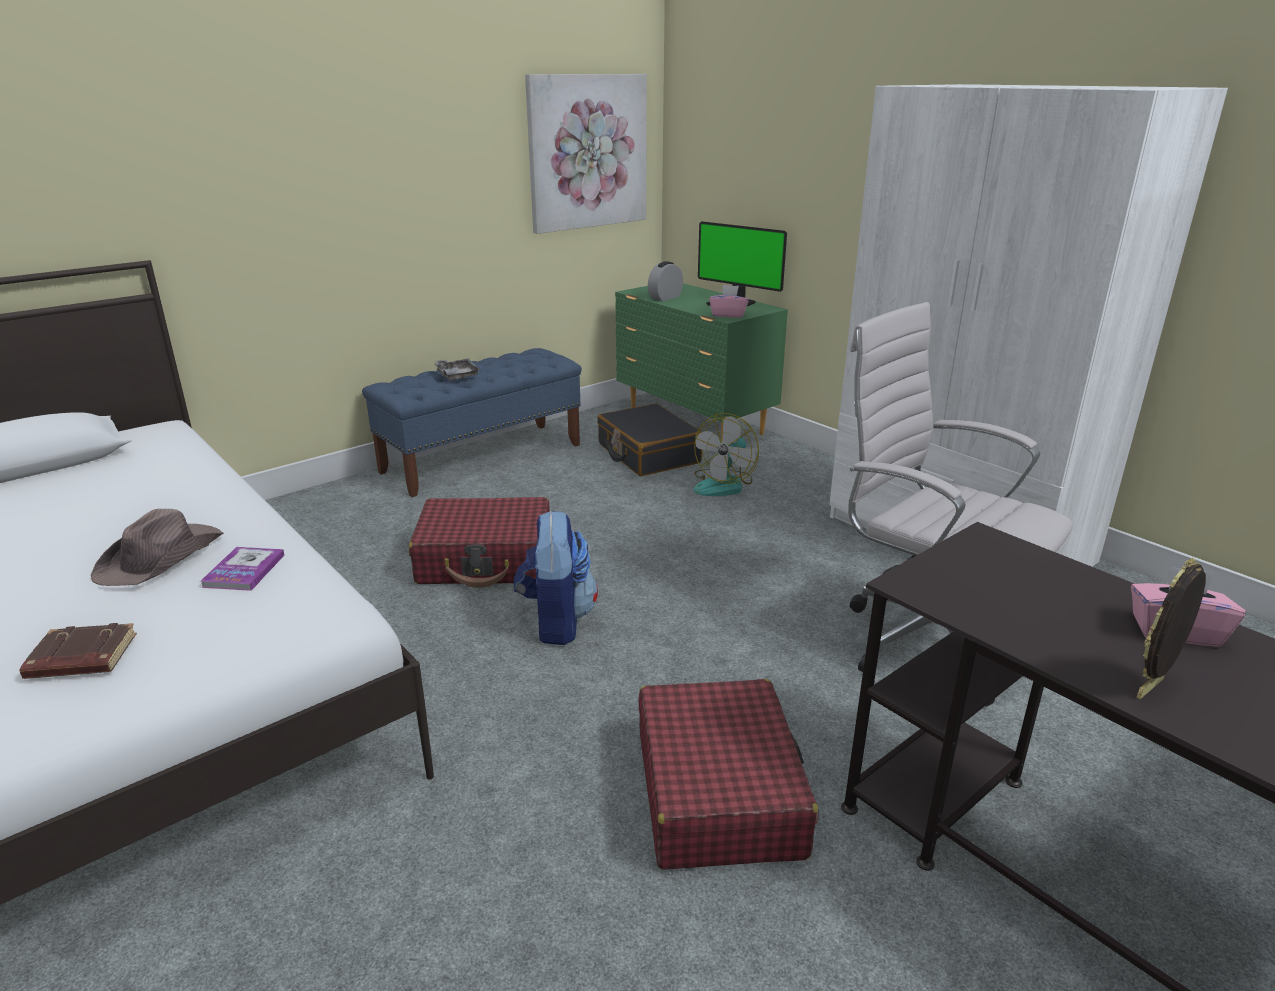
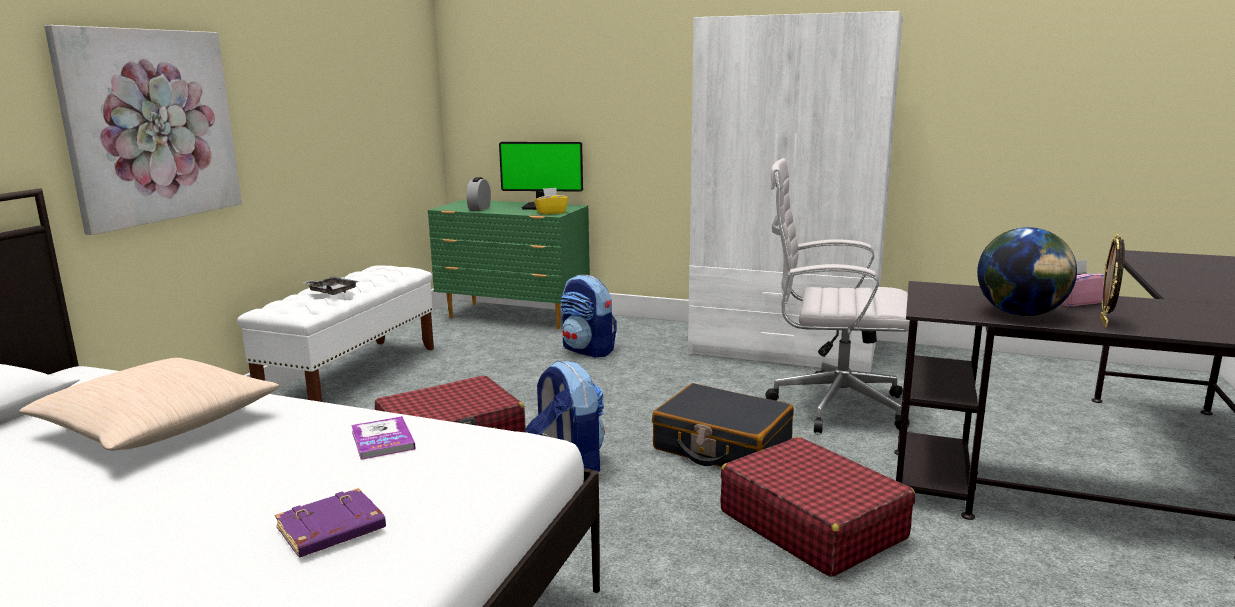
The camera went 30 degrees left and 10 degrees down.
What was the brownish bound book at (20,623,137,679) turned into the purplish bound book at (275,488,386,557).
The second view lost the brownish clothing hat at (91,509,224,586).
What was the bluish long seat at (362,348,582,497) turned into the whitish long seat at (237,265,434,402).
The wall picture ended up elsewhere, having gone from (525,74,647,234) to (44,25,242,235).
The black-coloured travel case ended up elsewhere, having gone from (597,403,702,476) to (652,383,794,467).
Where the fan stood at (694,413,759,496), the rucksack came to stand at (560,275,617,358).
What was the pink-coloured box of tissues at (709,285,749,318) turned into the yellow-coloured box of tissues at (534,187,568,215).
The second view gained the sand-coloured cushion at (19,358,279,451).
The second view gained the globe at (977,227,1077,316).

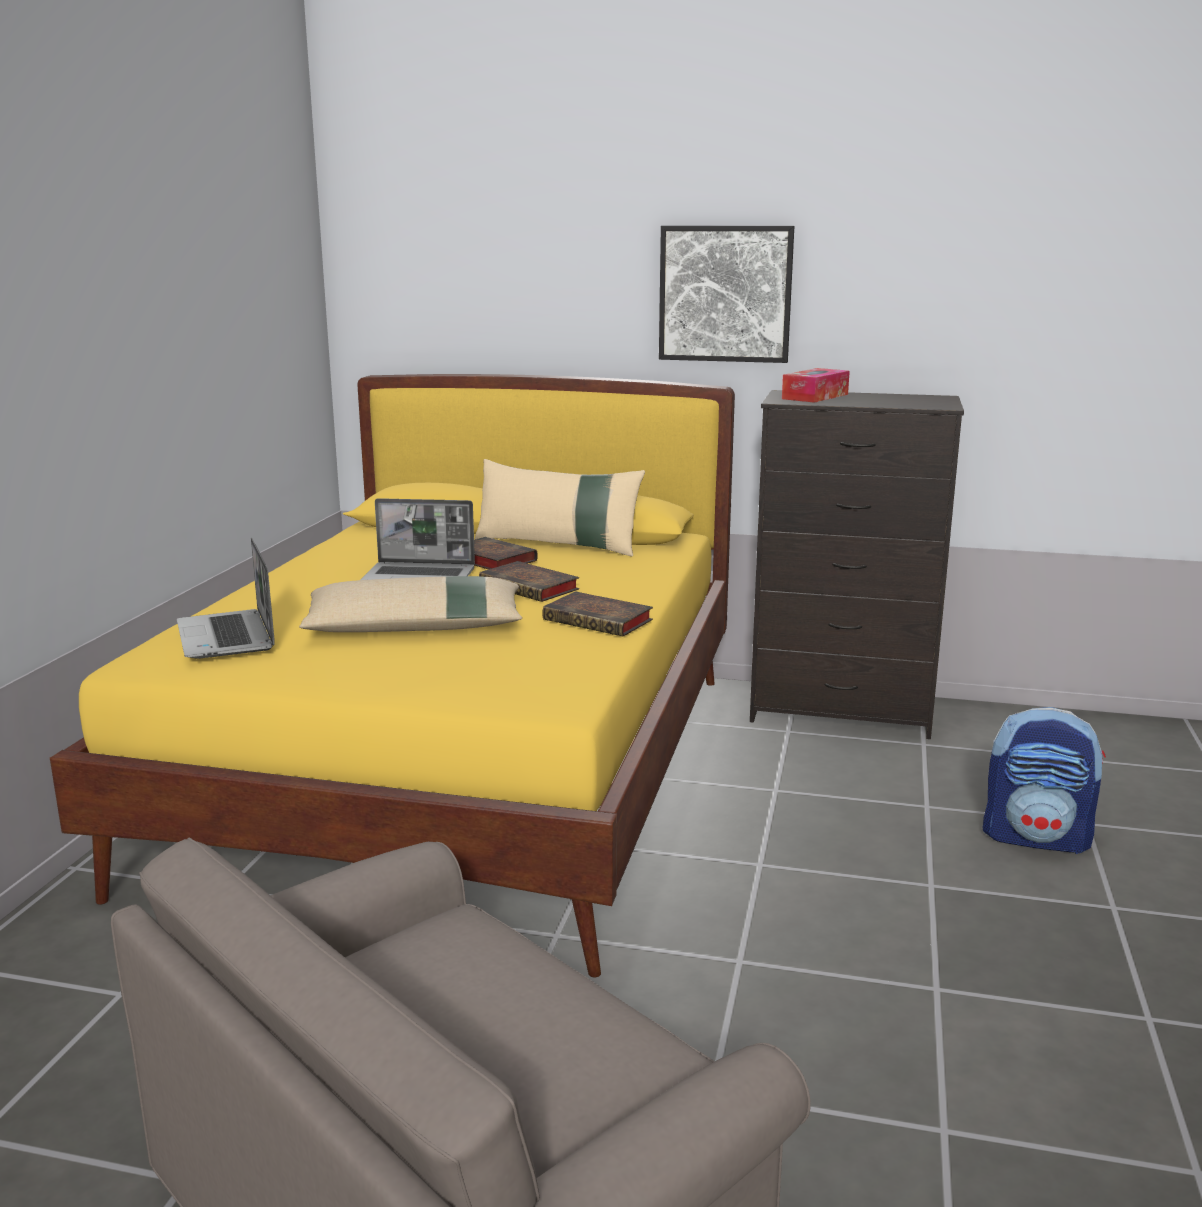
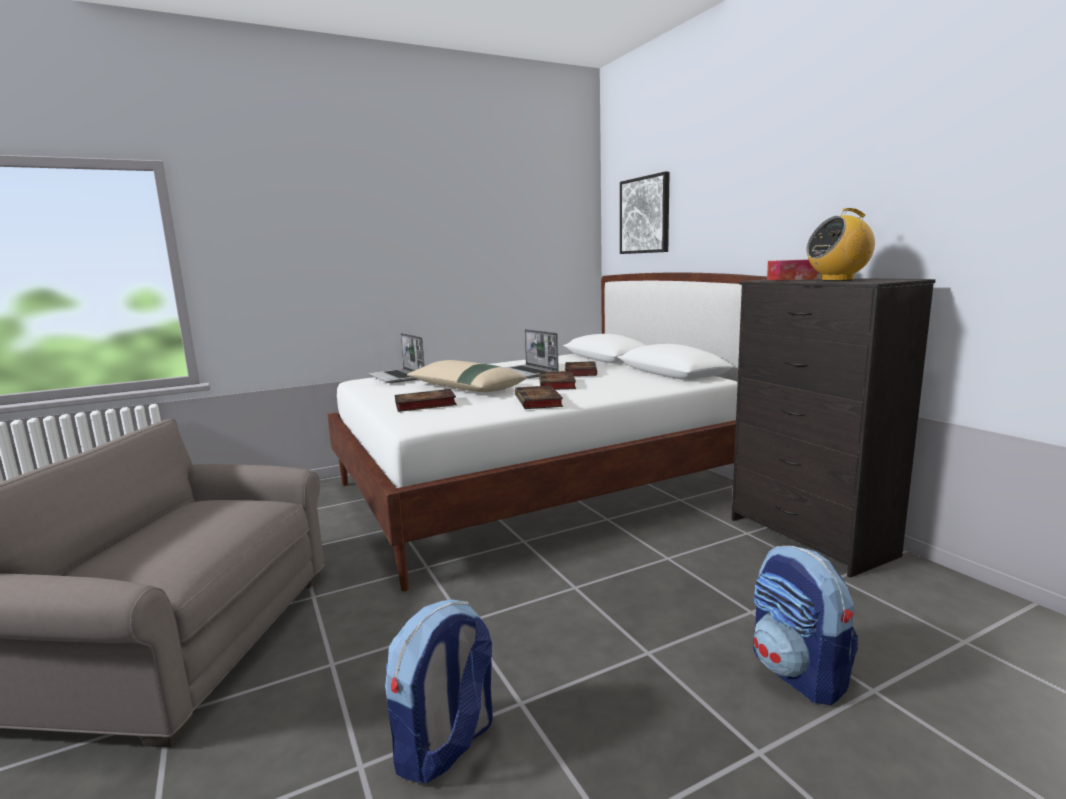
The camera went 50 degrees right and 5 degrees down.
What was the yellow-coloured bed at (50,374,735,978) turned into the whitish bed at (327,272,767,591).
The notebook computer at (177,538,275,659) ended up facing another way, 60 degrees counterclockwise from before.
The second view lost the sand-coloured cushion at (475,459,645,556).
The wall picture ended up elsewhere, having gone from (659,226,794,363) to (620,172,670,254).
The second view gained the rucksack at (385,599,493,784).
The second view gained the bound book at (395,389,457,412).
The second view gained the radio at (806,208,875,281).

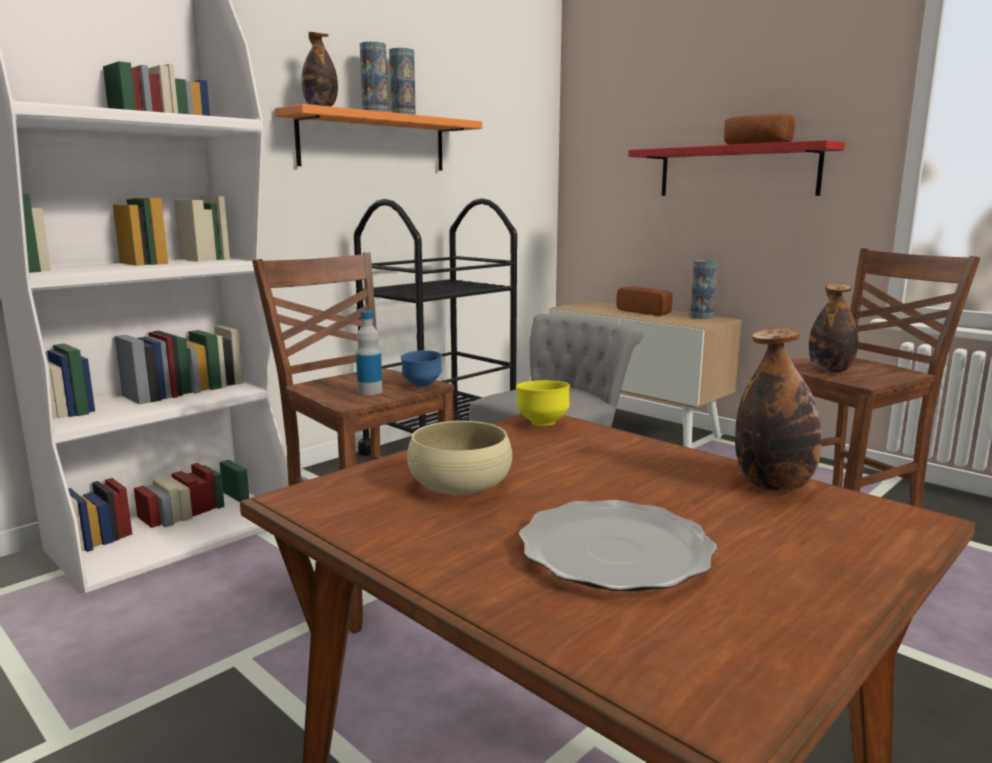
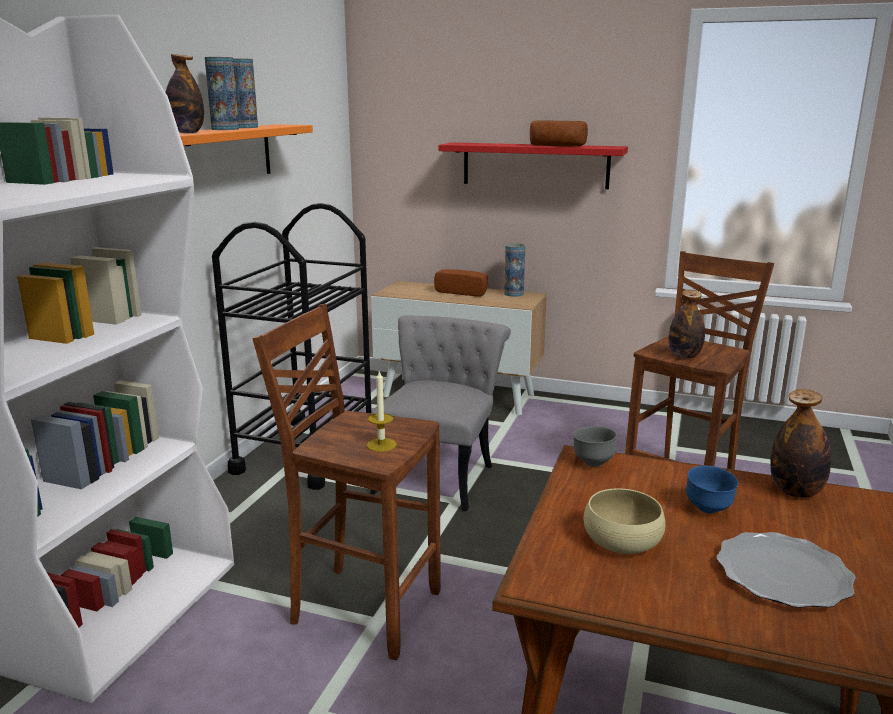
The camera went 25 degrees left and 5 degrees up.
Where the beverage bottle stood at (356,311,383,395), the wax candle came to stand at (367,371,397,452).
The bluish deep dish ended up elsewhere, having gone from (401,350,442,387) to (686,465,738,513).
What was the yellow-coloured deep dish at (516,380,570,426) turned into the gray deep dish at (573,426,617,467).

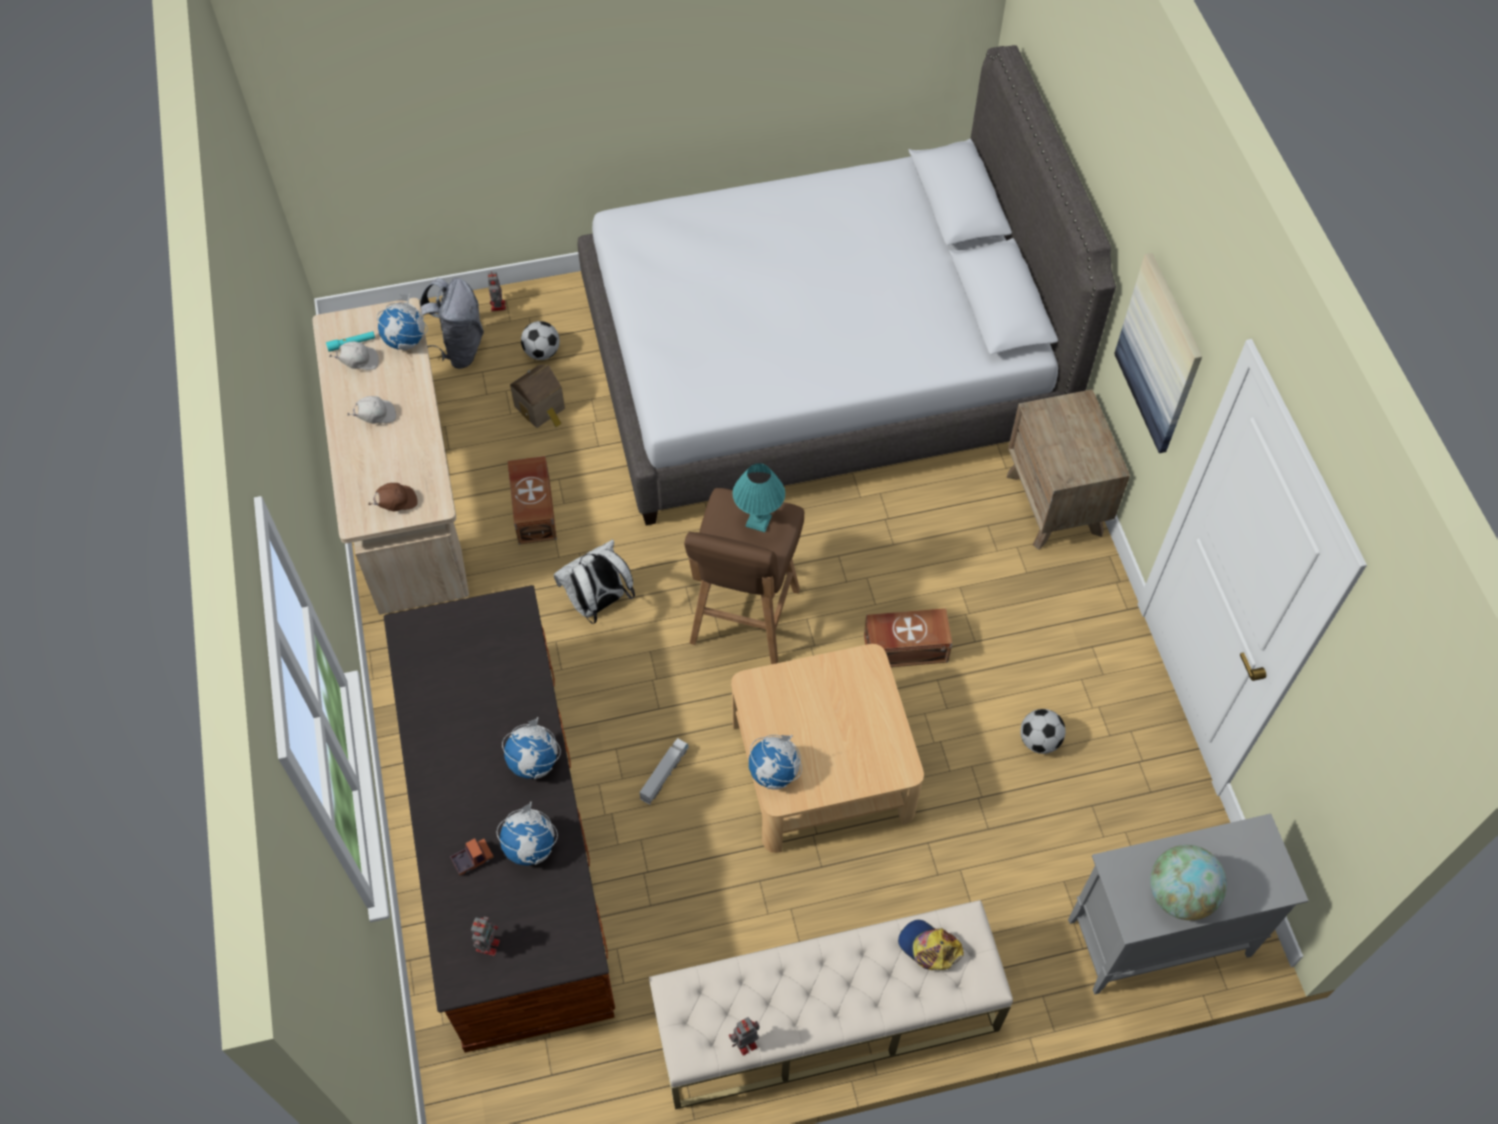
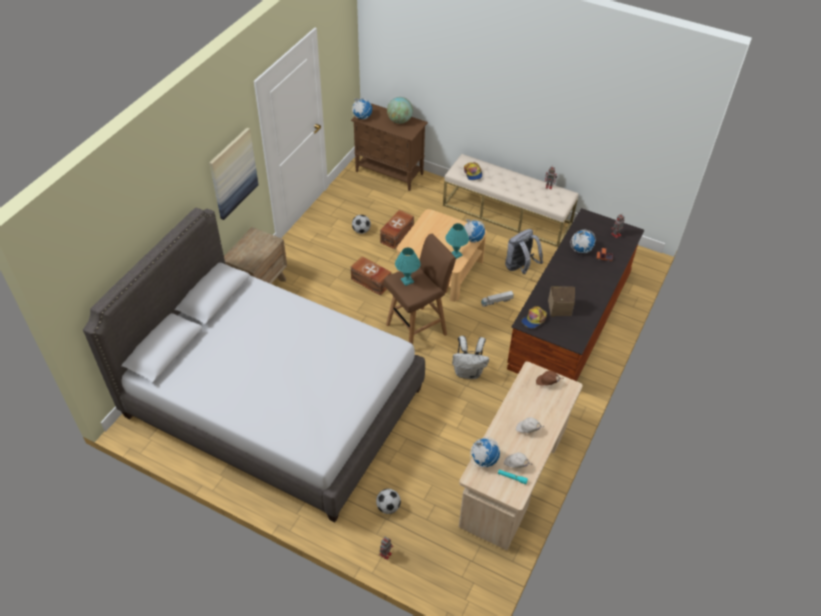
The camera went 140 degrees left and 10 degrees down.
The gray rucksack ended up elsewhere, having gone from (420,278,484,369) to (505,229,543,274).
The globe ended up elsewhere, having gone from (502,717,561,779) to (352,98,372,120).
The brownish storage container ended up elsewhere, having gone from (508,456,557,545) to (380,210,414,249).
The model house ended up elsewhere, having gone from (510,364,565,428) to (548,286,575,316).
What was the gray storage cabinet at (1068,814,1309,994) turned into the brownish storage cabinet at (351,103,428,191).
The second view gained the blue-green lamp for a table at (445,223,469,259).
The second view gained the baseball cap at (521,306,547,329).

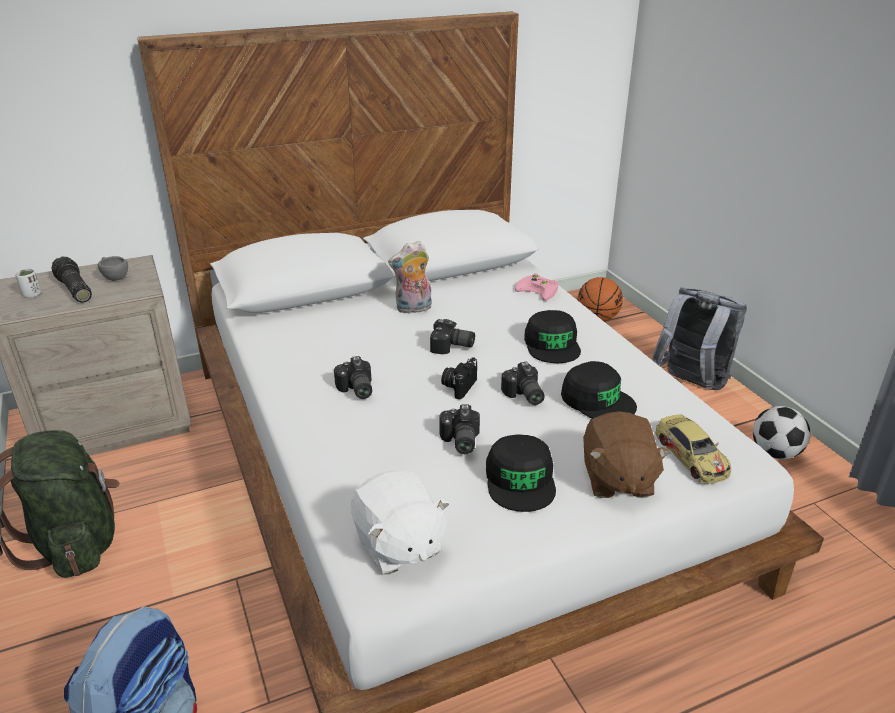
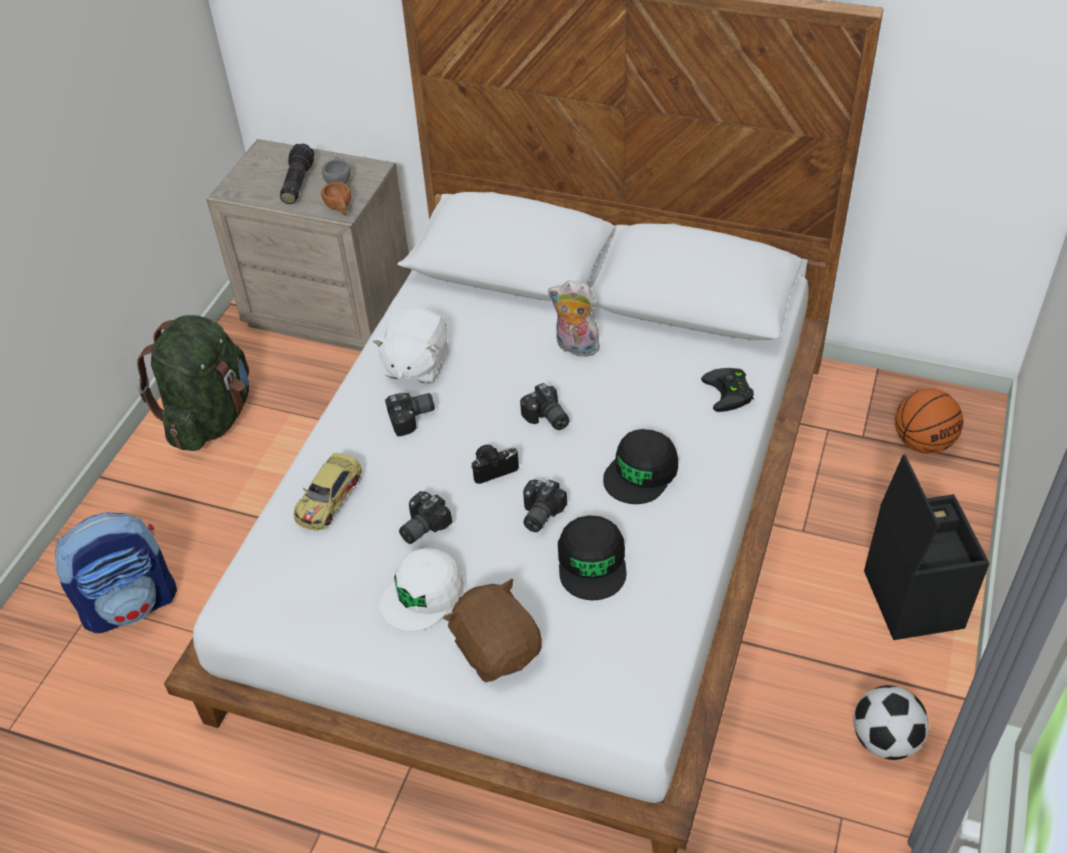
The camera went 45 degrees right and 15 degrees up.
The second view lost the whitish small cup at (15,268,41,298).
The photo camera at (334,356,372,399) ended up facing another way, 135 degrees counterclockwise from before.
The whitish plush toy ended up elsewhere, having gone from (351,470,450,574) to (372,308,448,384).
What was the black-coloured baseball cap at (486,434,556,512) turned into the whitish baseball cap at (379,548,464,632).
What was the pink-coloured joypad at (515,273,559,301) turned into the black-coloured joypad at (701,368,754,412).
The brownish plush toy at (583,411,670,498) ended up facing another way, 105 degrees clockwise from before.
Where the gray rucksack stood at (652,287,747,390), the black-coloured storage container came to stand at (864,454,990,640).
The miniature car ended up elsewhere, having gone from (655,414,731,484) to (294,453,362,531).
The second view gained the brownish small cup at (321,182,351,216).

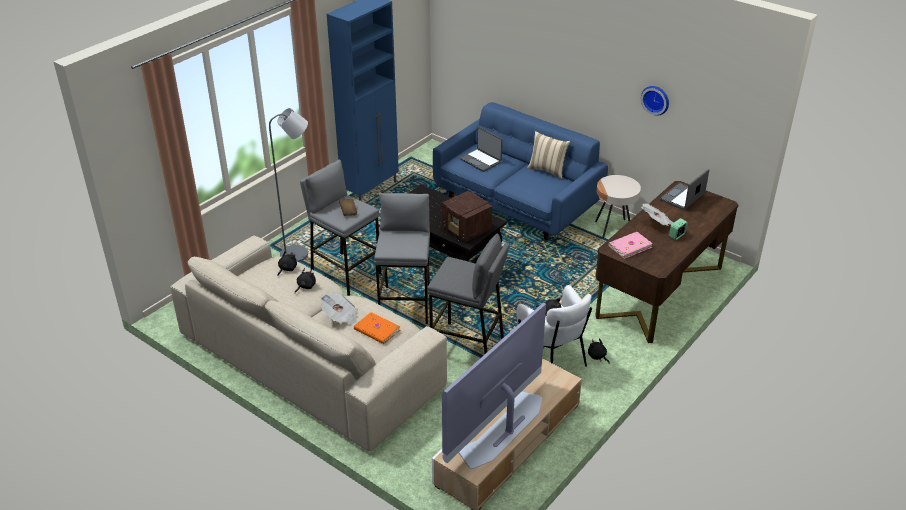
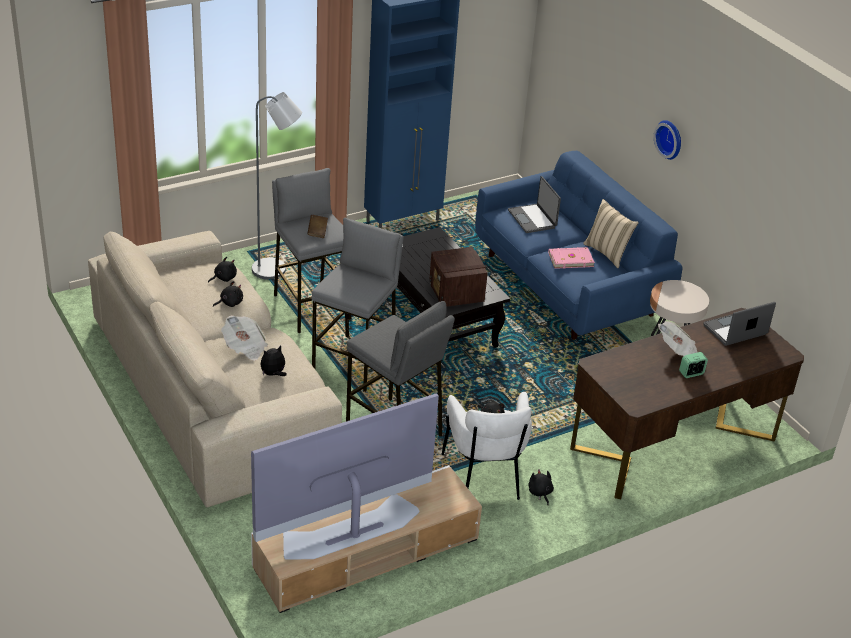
The camera went 20 degrees right and 0 degrees up.
Where the orangey bound book stood at (354,312,400,344), the plush toy came to stand at (260,346,287,376).
The pink-coloured bound book ended up elsewhere, having gone from (608,232,653,259) to (548,247,595,269).
The clock on the wall ended up elsewhere, having gone from (641,86,669,116) to (654,120,681,160).

